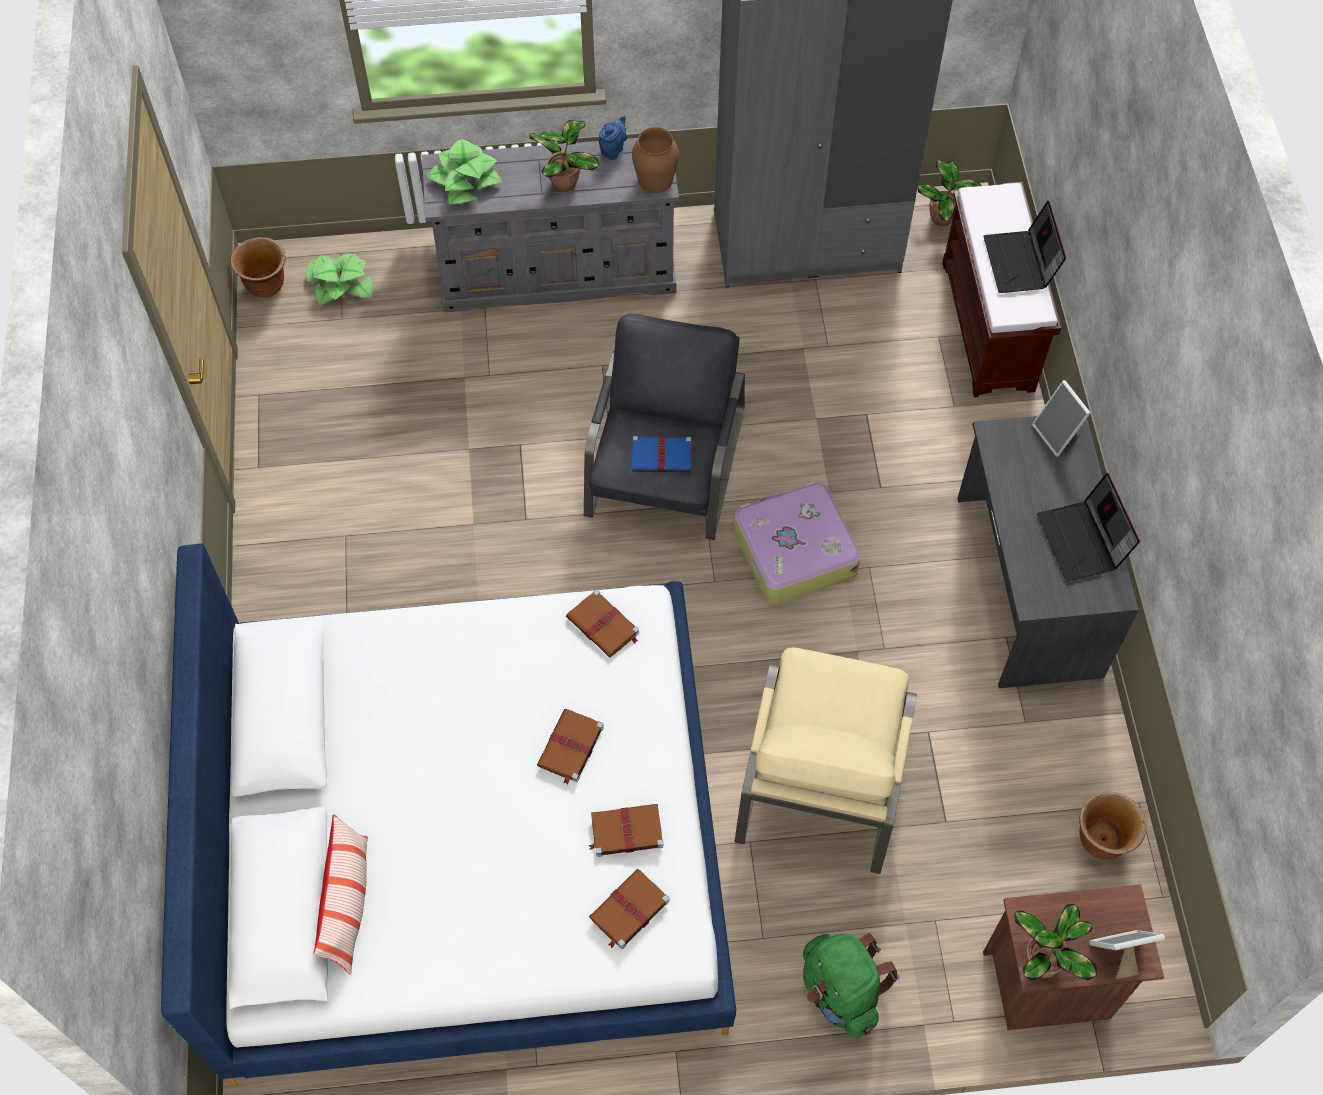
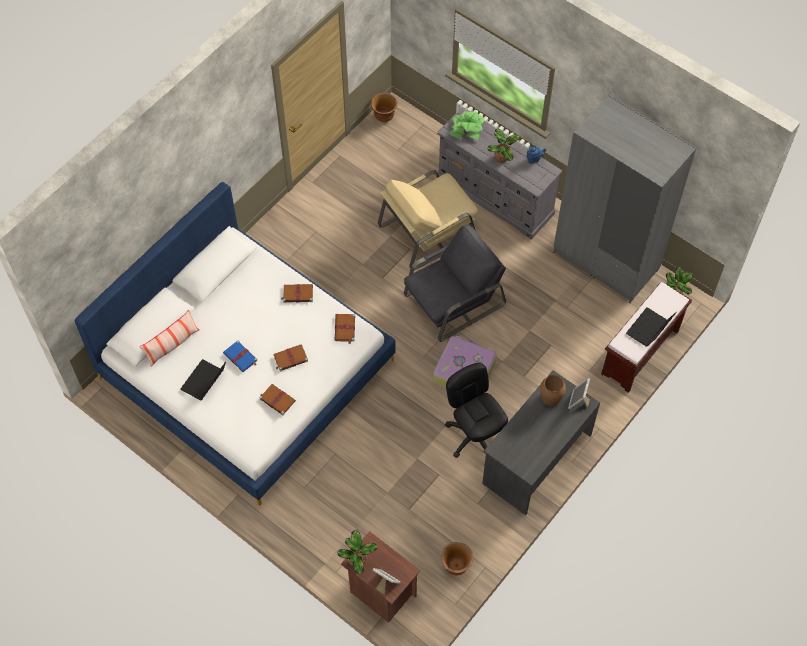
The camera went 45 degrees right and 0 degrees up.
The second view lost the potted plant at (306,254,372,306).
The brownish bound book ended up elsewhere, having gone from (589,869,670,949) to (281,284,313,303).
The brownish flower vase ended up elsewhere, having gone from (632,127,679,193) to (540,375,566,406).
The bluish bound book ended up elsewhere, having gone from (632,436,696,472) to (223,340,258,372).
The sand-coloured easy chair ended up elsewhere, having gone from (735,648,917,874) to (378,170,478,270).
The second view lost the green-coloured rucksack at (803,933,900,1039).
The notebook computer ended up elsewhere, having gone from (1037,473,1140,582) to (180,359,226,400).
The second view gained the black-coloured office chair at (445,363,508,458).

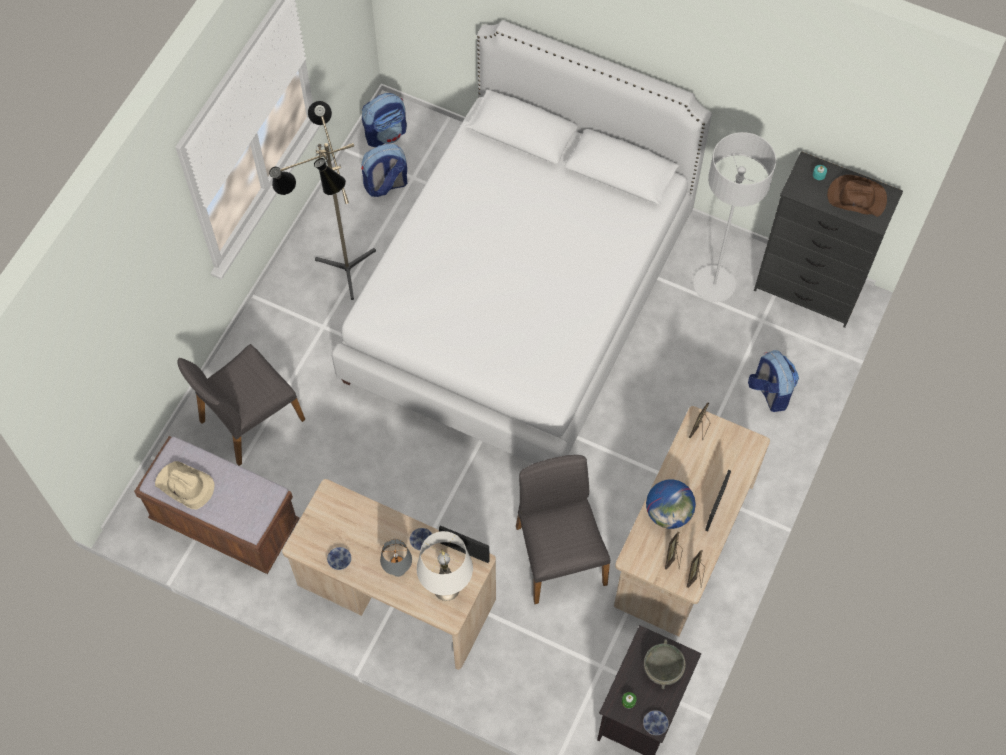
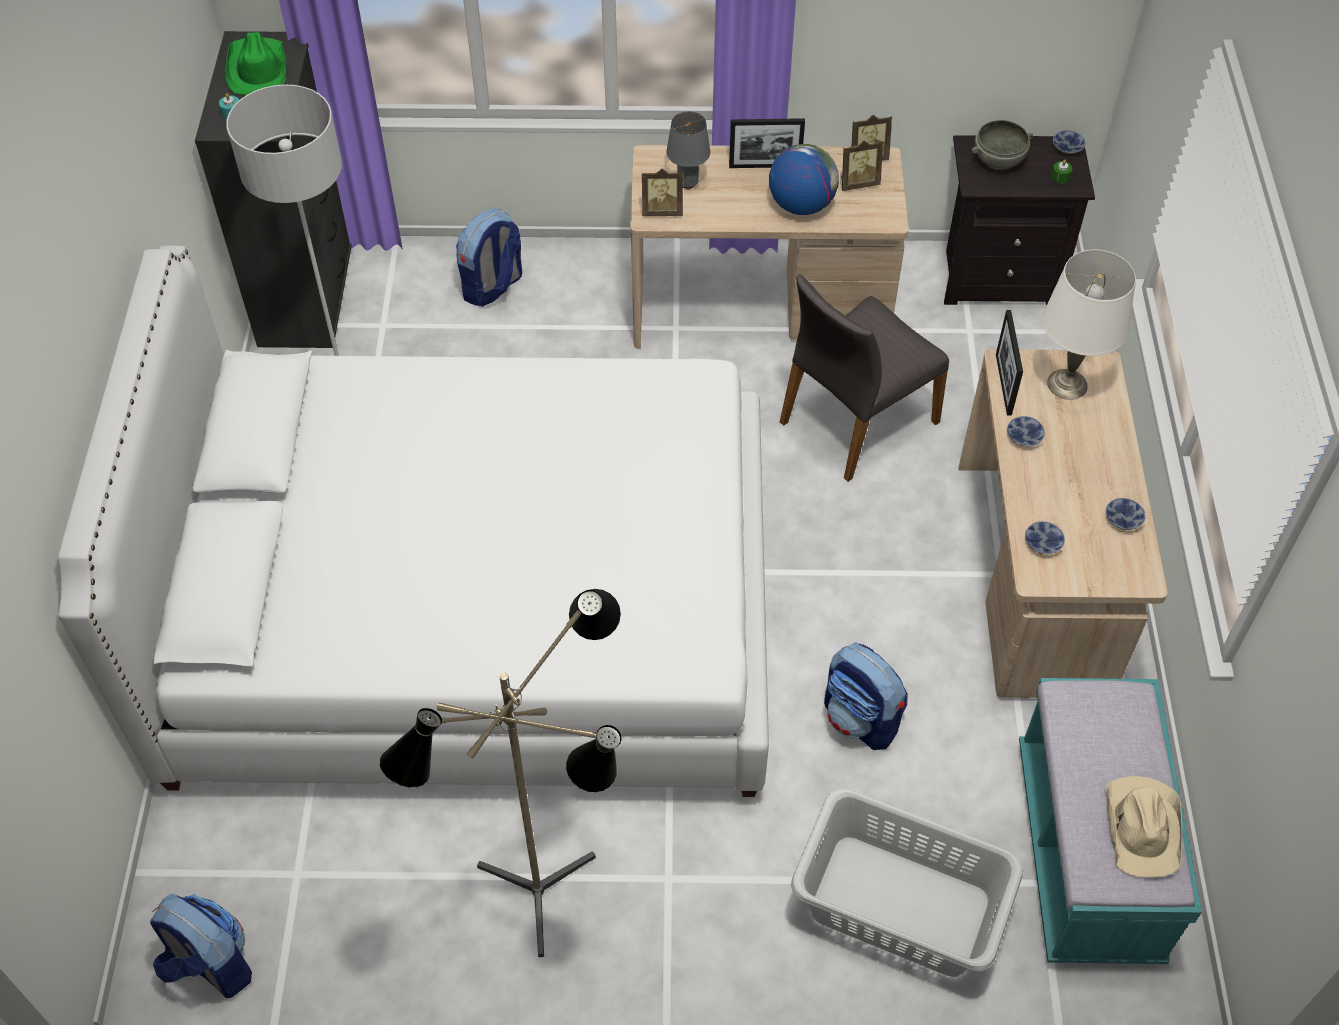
The camera went 115 degrees left and 10 degrees down.
What was the brownish long seat at (134,436,300,574) turned into the blue-green long seat at (1019,678,1202,964).
Where the gray plain chair stood at (177,344,306,466), the gray laundry basket came to stand at (791,789,1023,977).
The rucksack ended up elsewhere, having gone from (361,144,407,197) to (824,642,908,750).
The gray lamp for a table ended up elsewhere, having gone from (380,539,412,577) to (667,112,710,189).
What was the brownish clothing hat at (827,175,887,217) turned into the green-coloured clothing hat at (226,32,286,95).
The second view gained the deep dish at (1025,521,1065,554).

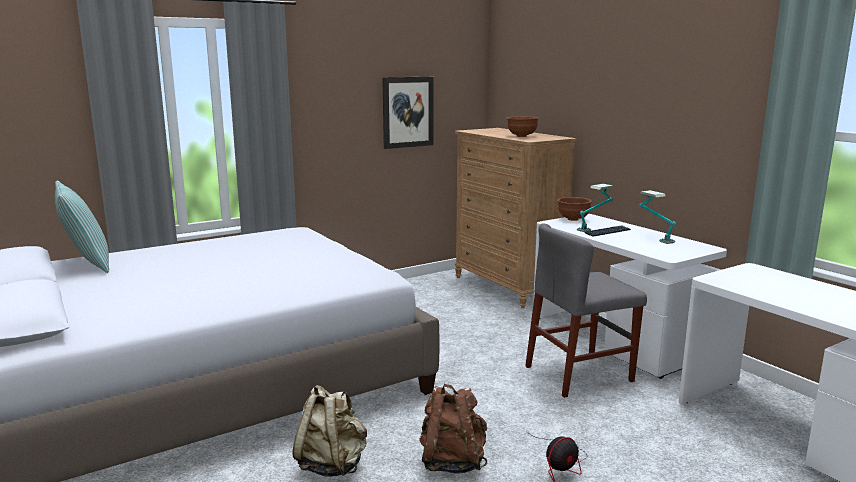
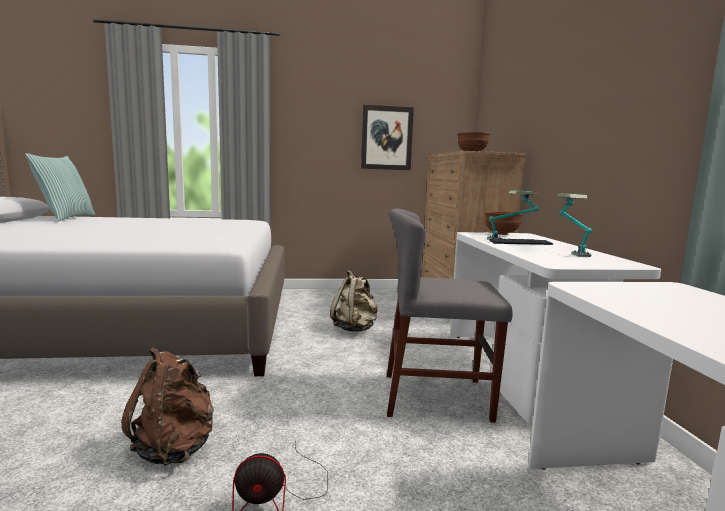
The camera went 25 degrees right and 5 degrees down.
The sand-coloured rucksack ended up elsewhere, having gone from (293,385,367,477) to (330,270,378,332).

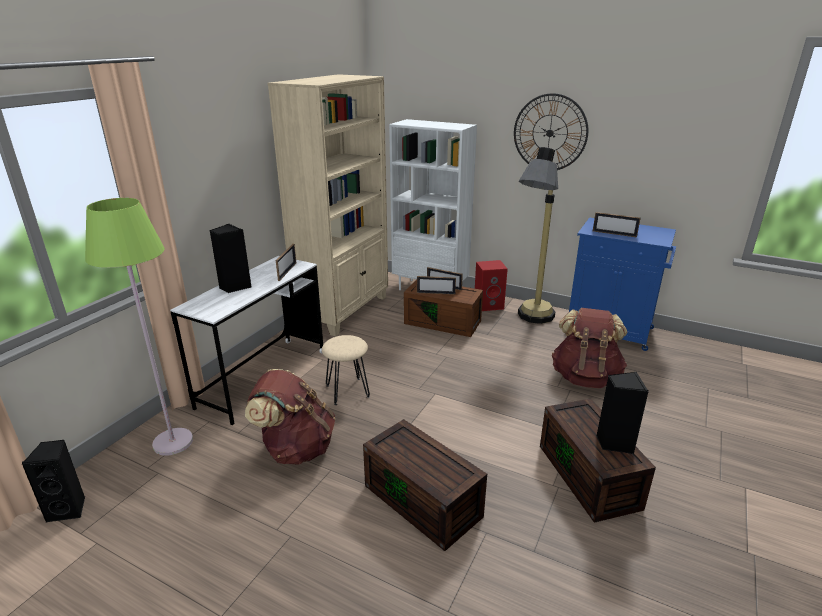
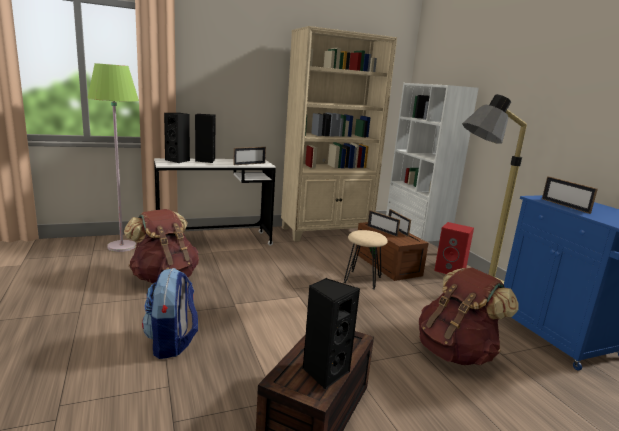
The camera went 40 degrees right and 10 degrees down.
The black-coloured speaker ended up elsewhere, having gone from (21,440,85,522) to (164,113,190,163).
The sand-coloured stool ended up elsewhere, having gone from (322,335,370,405) to (344,230,388,290).
Where the brownish storage container stood at (363,419,487,551), the rucksack came to stand at (142,268,198,359).
The second view lost the clock on the wall at (514,93,588,170).

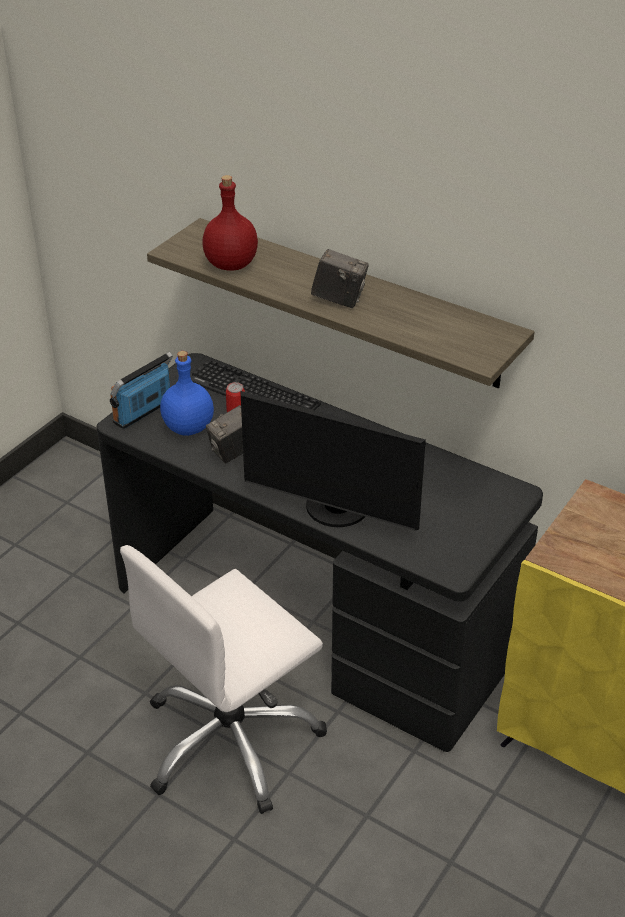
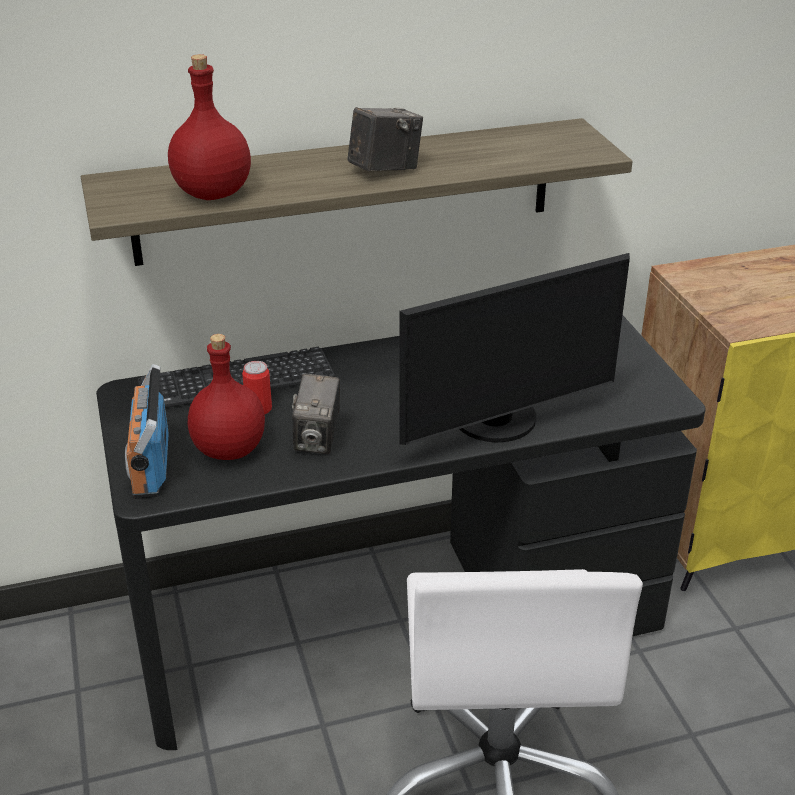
The camera went 50 degrees left and 5 degrees down.
What was the bluish beverage bottle at (160,351,214,436) turned into the red-coloured beverage bottle at (188,334,265,460).

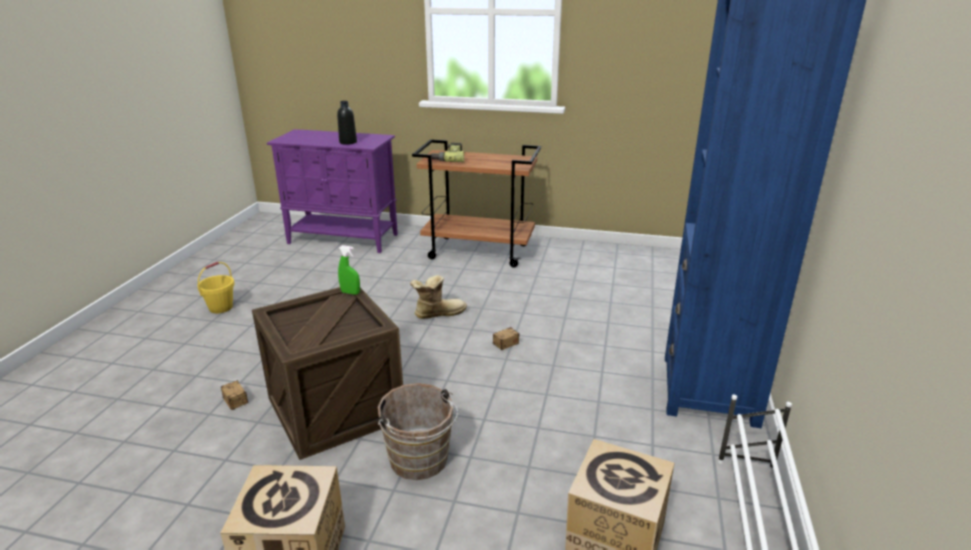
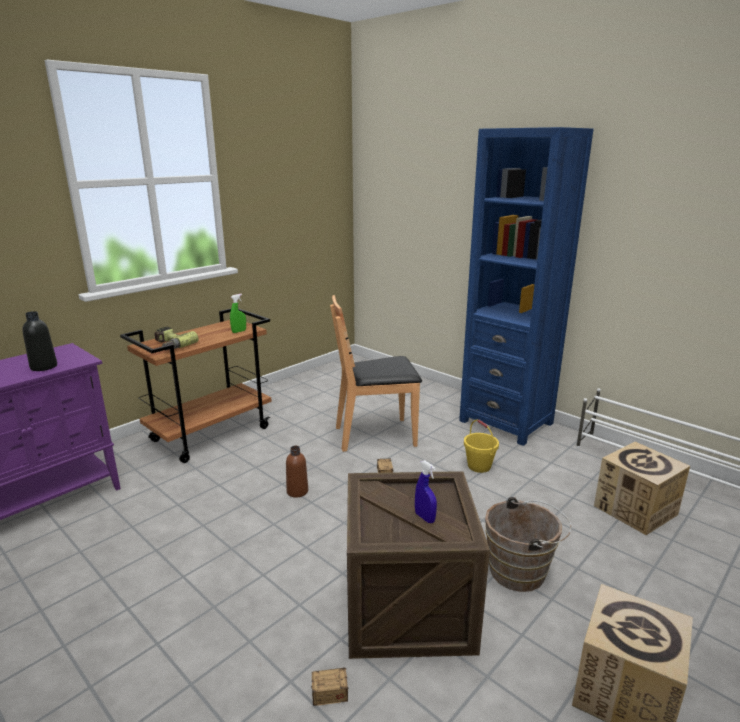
The camera went 60 degrees left and 5 degrees down.
The yellow-coloured water bucket ended up elsewhere, having gone from (197,262,234,313) to (464,420,499,473).
The green-coloured sprayer ended up elsewhere, having gone from (338,245,360,295) to (230,294,246,333).
Where the boot stood at (410,275,467,319), the brownish beverage bottle came to stand at (286,446,308,498).
The second view gained the brownish plain chair at (330,295,422,452).
The second view gained the bluish sprayer at (415,460,437,523).

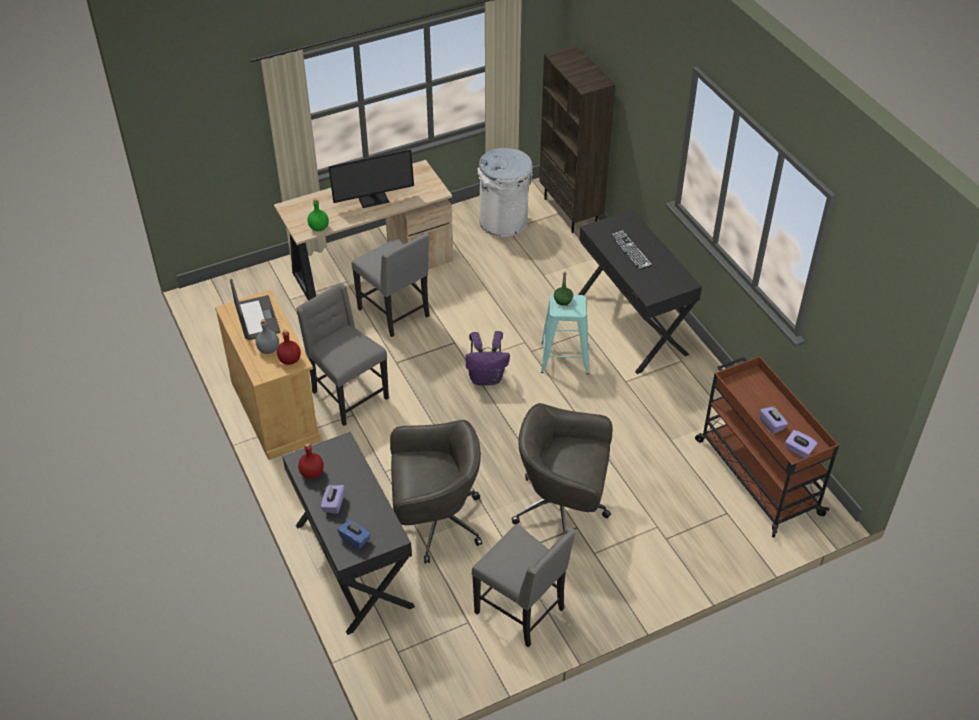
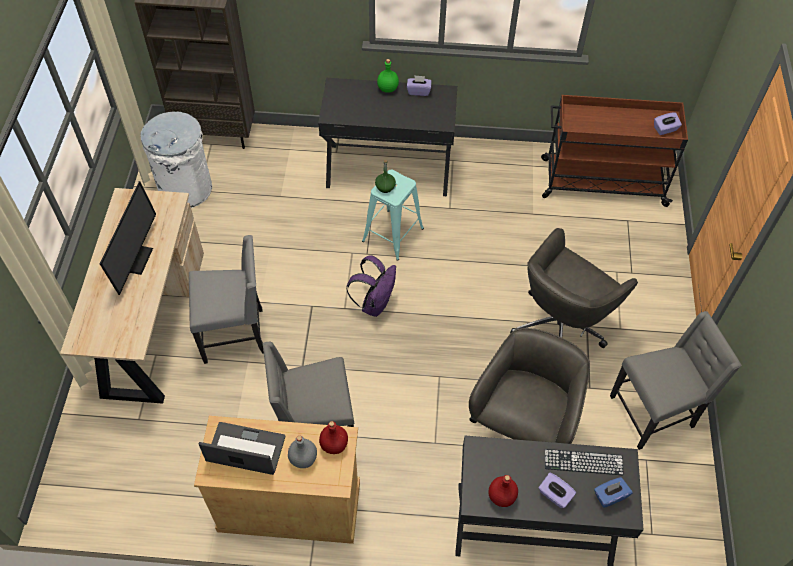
The camera went 60 degrees left and 10 degrees up.
The green-coloured beverage bottle ended up elsewhere, having gone from (308,199,329,231) to (377,59,399,93).
The computer keyboard ended up elsewhere, having gone from (610,230,653,270) to (545,449,624,475).
The purplish box of tissues ended up elsewhere, having gone from (760,407,788,434) to (407,75,431,96).

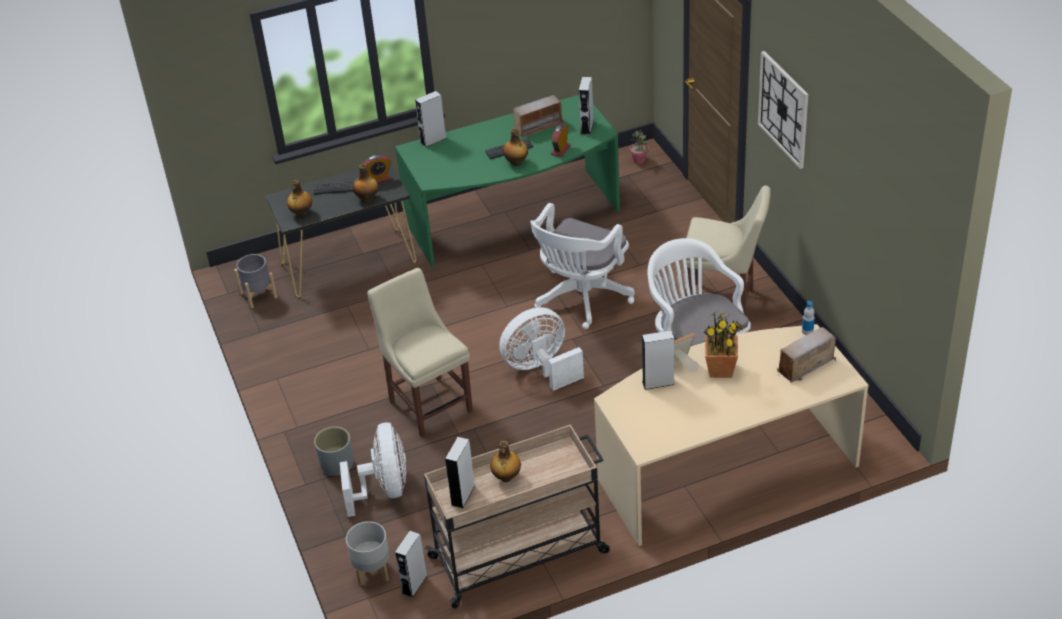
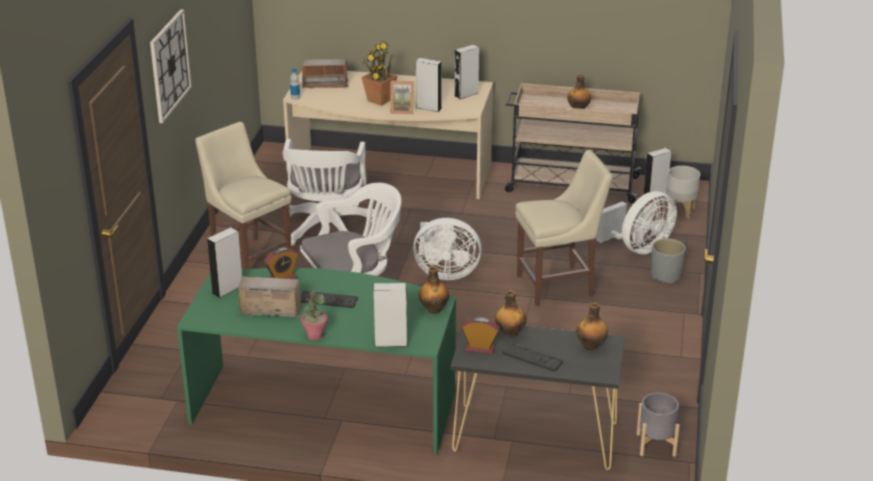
The camera went 150 degrees left and 10 degrees down.
The whitish fan at (340,422,406,517) ended up facing another way, 150 degrees counterclockwise from before.
The sand-coloured plain chair at (367,268,473,438) ended up facing another way, 105 degrees counterclockwise from before.
The gray speaker ended up elsewhere, having gone from (445,437,475,508) to (455,44,479,99).
The beverage bottle ended up elsewhere, having gone from (503,128,528,166) to (419,266,449,314).
The potted plant ended up elsewhere, having gone from (630,130,649,164) to (301,291,328,340).

